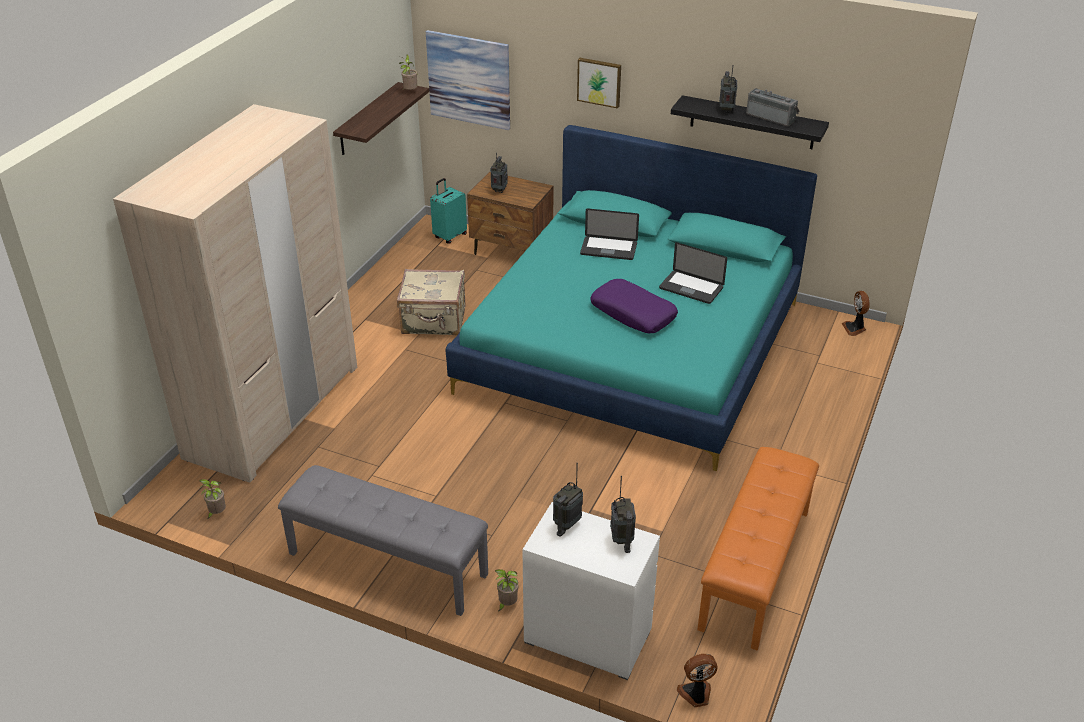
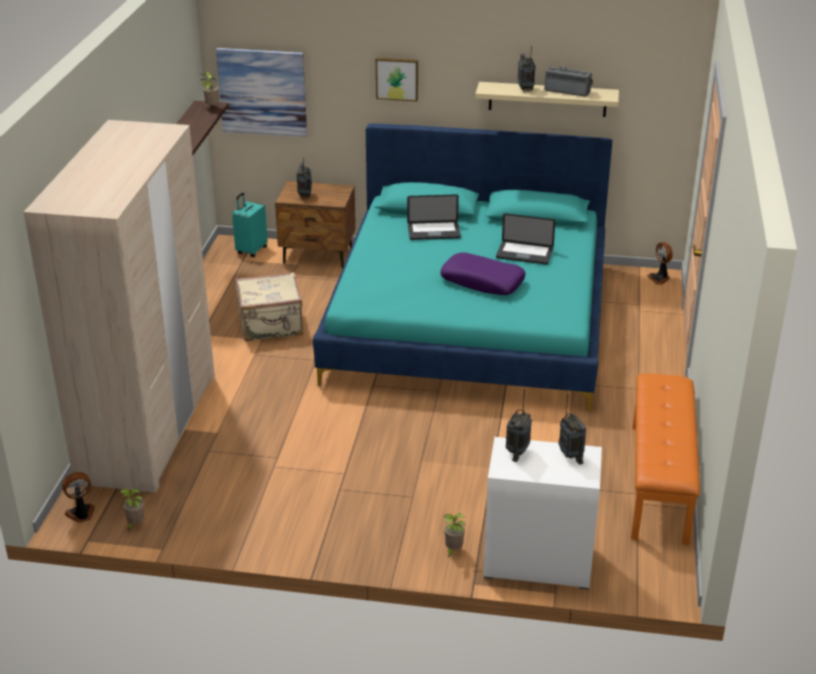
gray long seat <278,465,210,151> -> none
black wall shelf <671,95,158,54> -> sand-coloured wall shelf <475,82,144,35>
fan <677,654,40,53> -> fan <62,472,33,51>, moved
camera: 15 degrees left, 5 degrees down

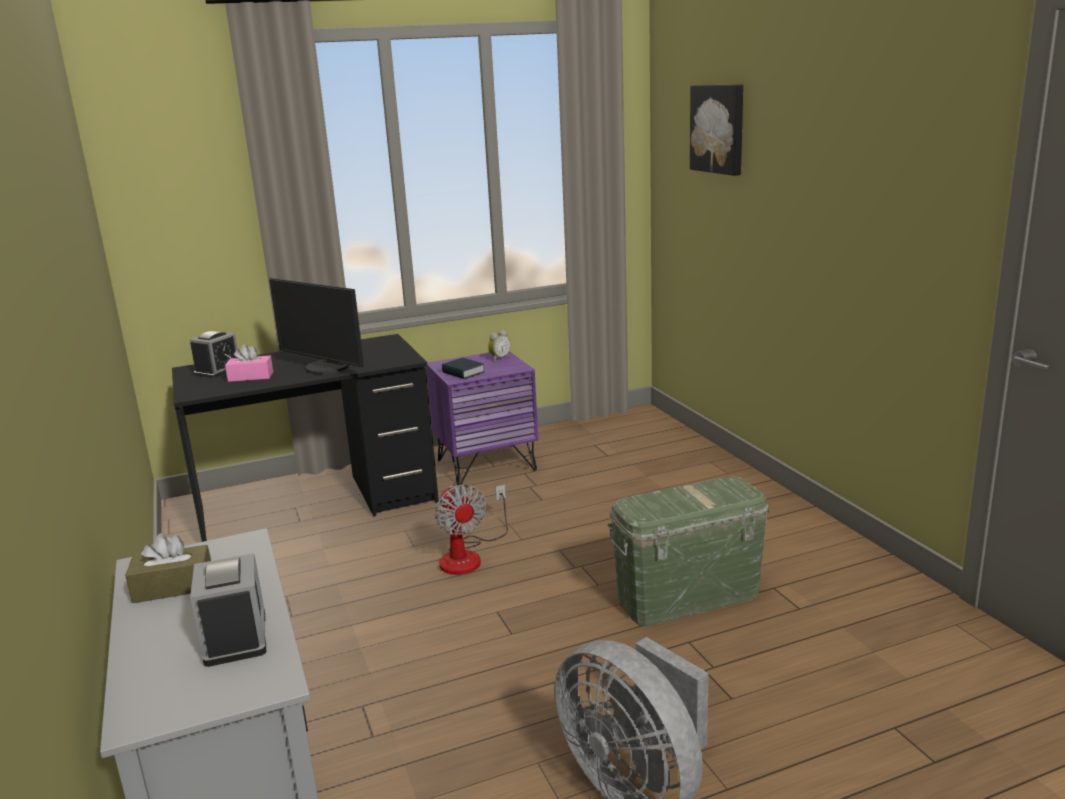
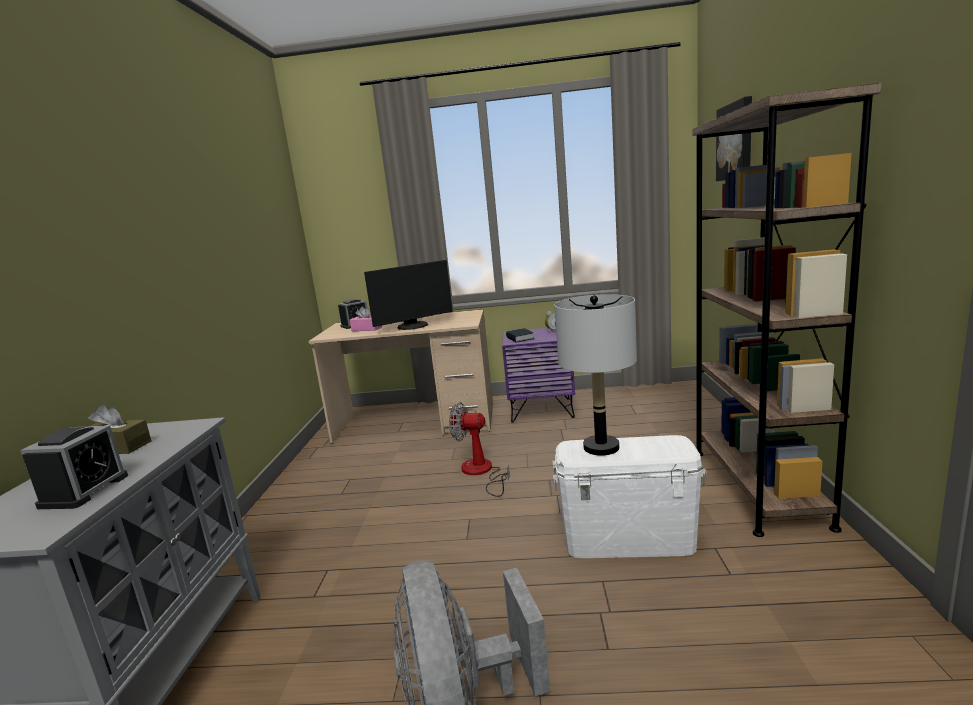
black desk <172,334,267,208> -> sand-coloured desk <309,309,184,134>
monitor <269,278,95,96> -> monitor <364,260,89,70>, 90 degrees counterclockwise
fan <435,484,73,91> -> fan <449,402,61,95>, 105 degrees clockwise
green-coloured storage box <608,476,162,150> -> white-coloured storage box <552,435,155,123>
none -> gray table lamp <554,294,83,162>
none -> brown-coloured bookshelf <692,83,190,454>
camera: 25 degrees right, 5 degrees down

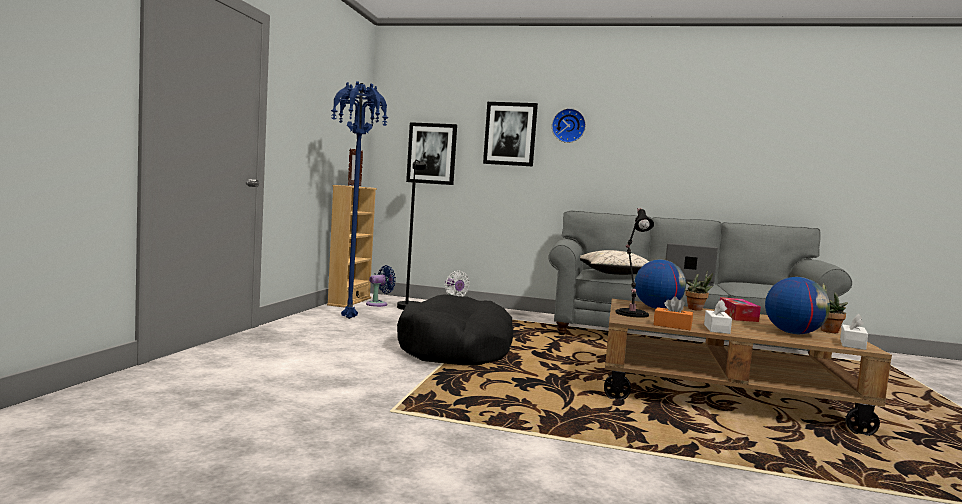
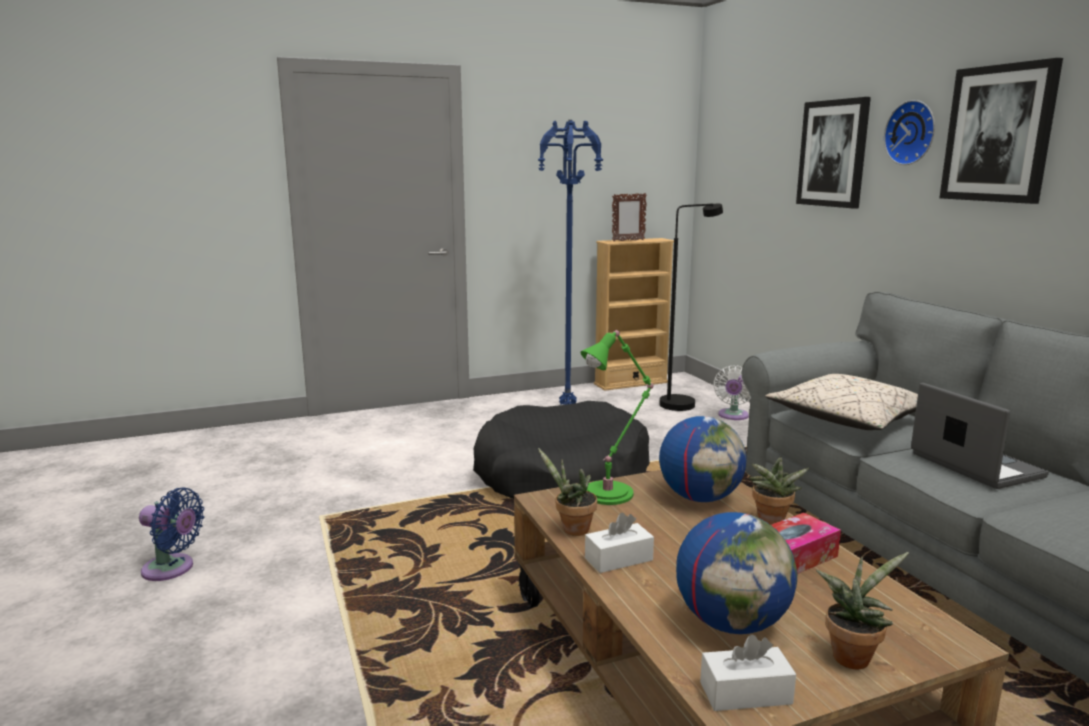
bluish fan <366,265,30,42> -> bluish fan <139,488,65,93>, moved
wall picture <406,122,51,63> -> wall picture <939,58,124,146>, moved
black table lamp <615,208,39,110> -> green-coloured table lamp <580,330,74,175>
orange tissue holder <653,296,40,34> -> plant in a pot <538,448,59,88>
camera: 55 degrees right, 10 degrees up

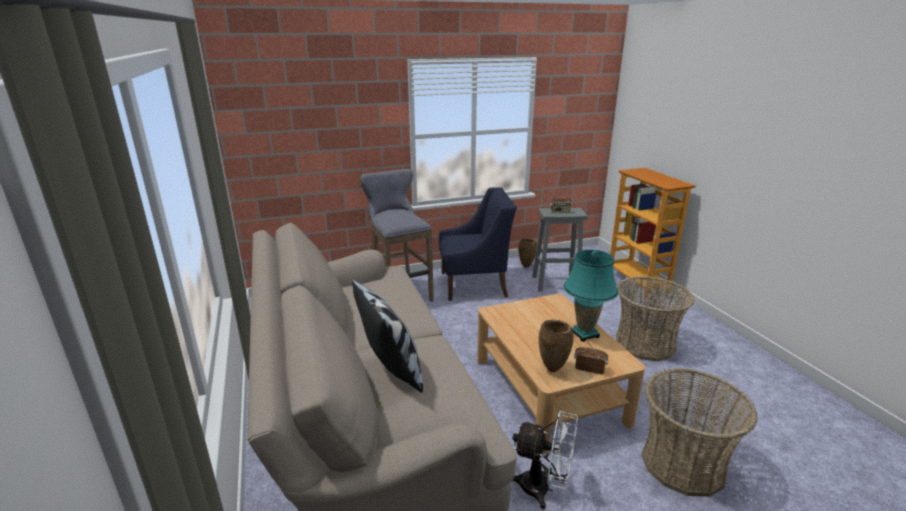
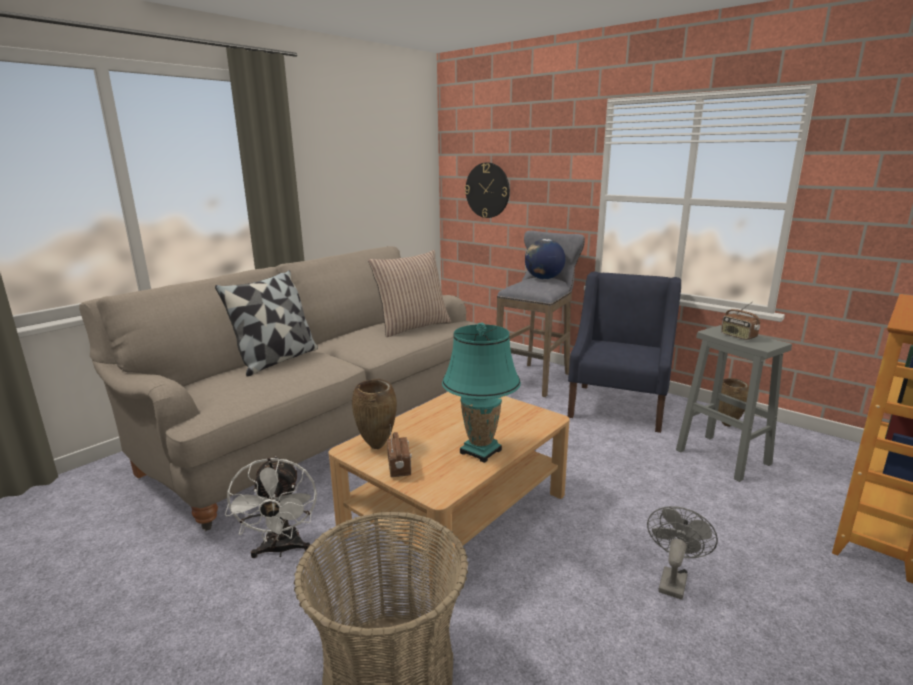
bluish easy chair <439,187,78,114> -> bluish easy chair <568,271,113,162>, 120 degrees counterclockwise
household basket <616,276,78,85> -> gray fan <647,506,71,94>
none -> pillow <368,250,83,87>
none -> clock on the wall <465,162,45,56>
none -> globe <525,239,40,40>
camera: 60 degrees right, 5 degrees down

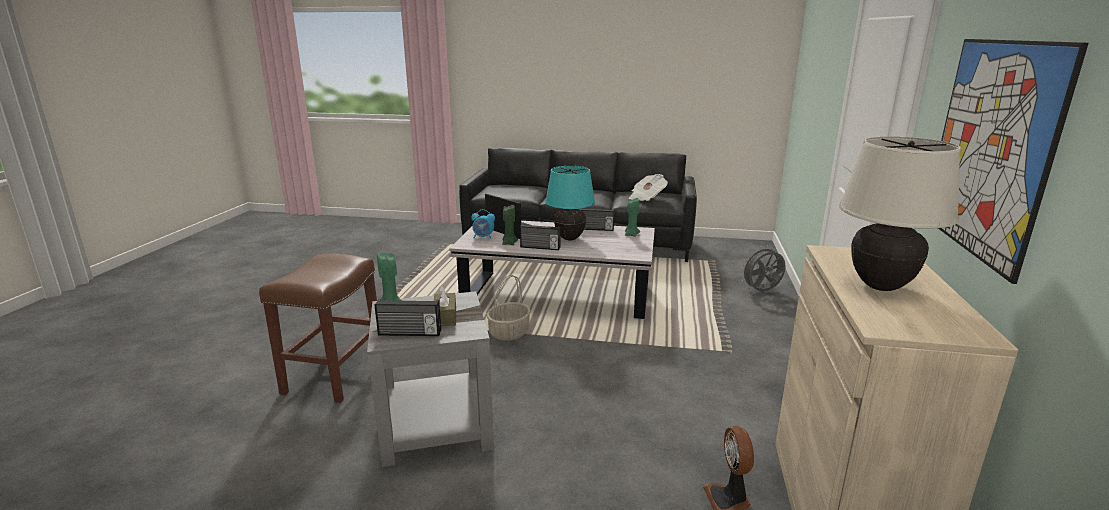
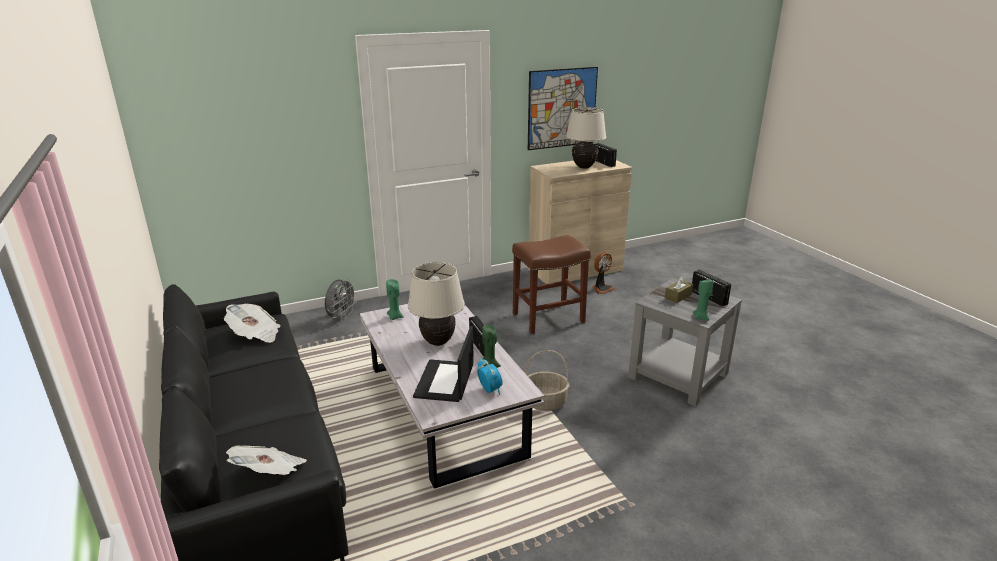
brown-coloured stool <259,253,118,150> -> brown-coloured stool <512,235,79,99>, moved
turquoise table lamp <545,166,50,74> -> sand-coloured table lamp <408,262,57,84>
radio receiver <579,209,35,22> -> radio receiver <595,143,22,24>, moved
gray fan <740,245,46,46> -> gray fan <325,278,32,44>, 105 degrees counterclockwise
none -> daily paper <226,446,81,29>
camera: 125 degrees left, 5 degrees up

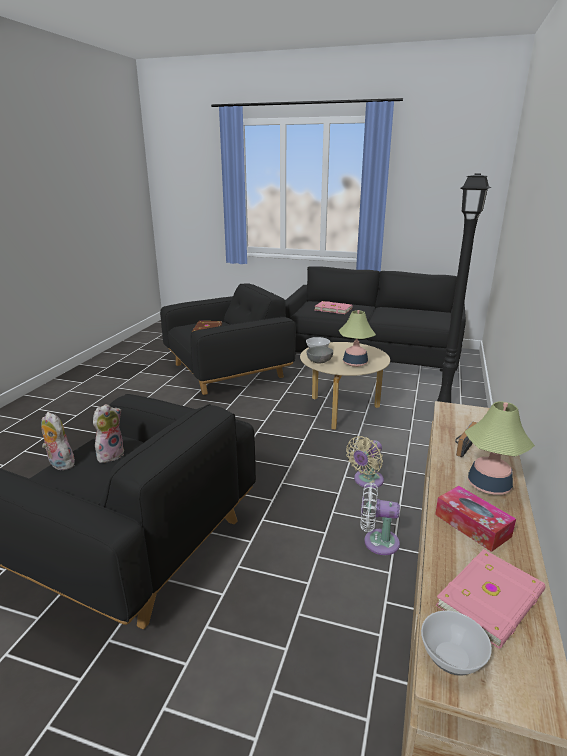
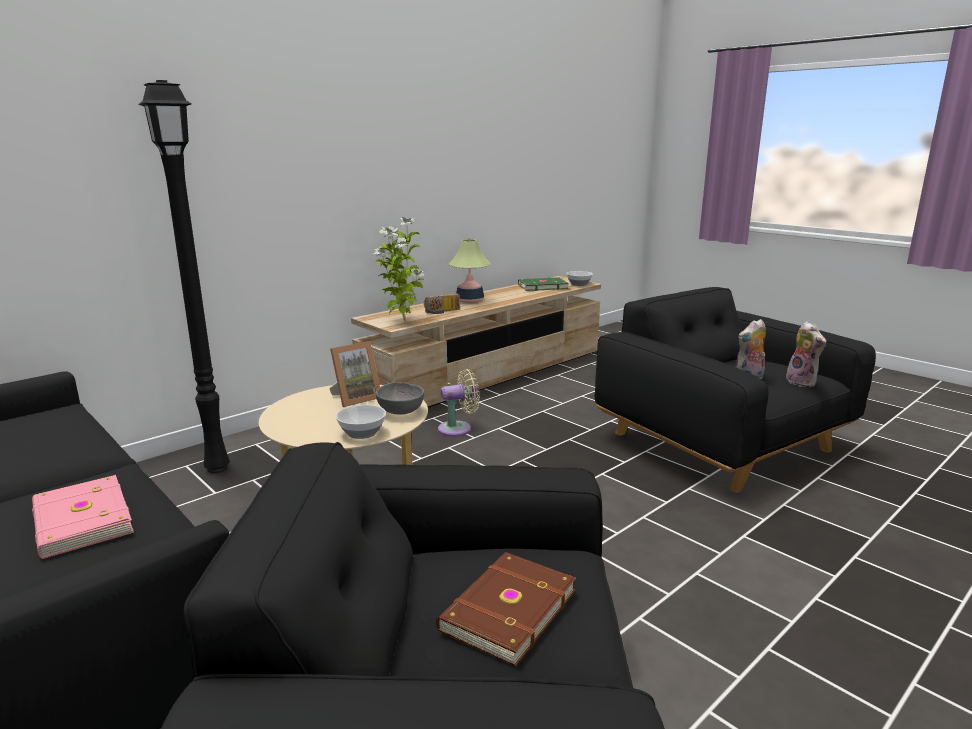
table lamp <339,310,37,57> -> standing frame <329,341,51,66>
white-coloured fan <360,483,40,72> -> none
tissue holder <435,486,81,66> -> none
pink-coloured volume <436,549,109,100> -> green-coloured volume <518,277,51,14>
none -> plant in a pot <374,217,50,104>
camera: 150 degrees left, 5 degrees down

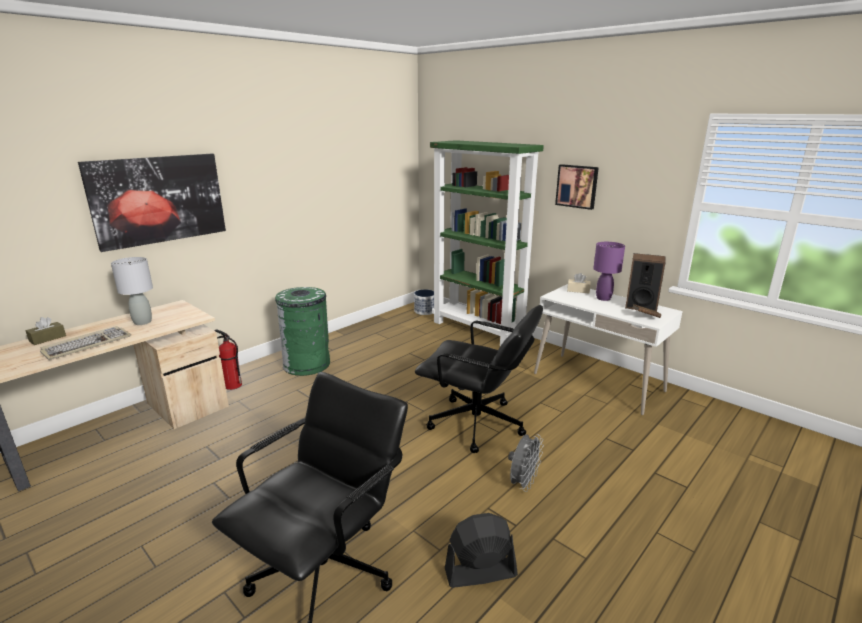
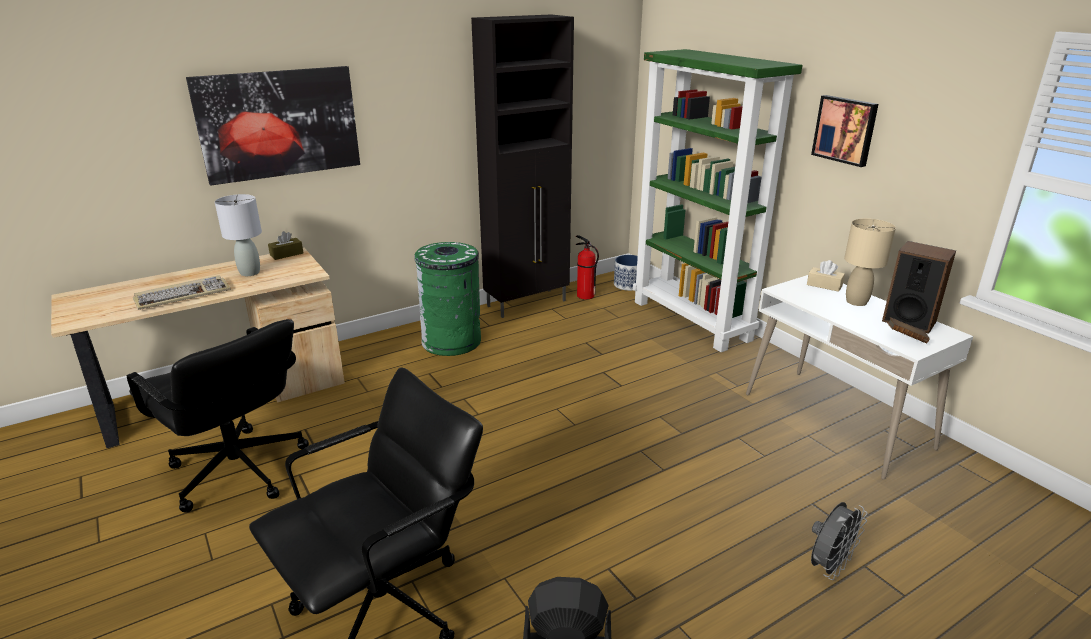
brown-coloured tissue holder <26,317,40,28> -> brown-coloured tissue holder <268,231,35,29>, moved
fire-fighting cylinder <214,329,28,61> -> fire-fighting cylinder <575,235,24,64>, moved
black computer chair <415,305,128,148> -> black computer chair <127,319,182,194>, moved
gray fan <508,434,36,58> -> gray fan <811,502,57,78>, moved
purple-coloured table lamp <593,242,32,59> -> sand-coloured table lamp <844,218,52,88>
none -> black cupboard <471,14,103,304>
camera: 15 degrees right, 5 degrees up

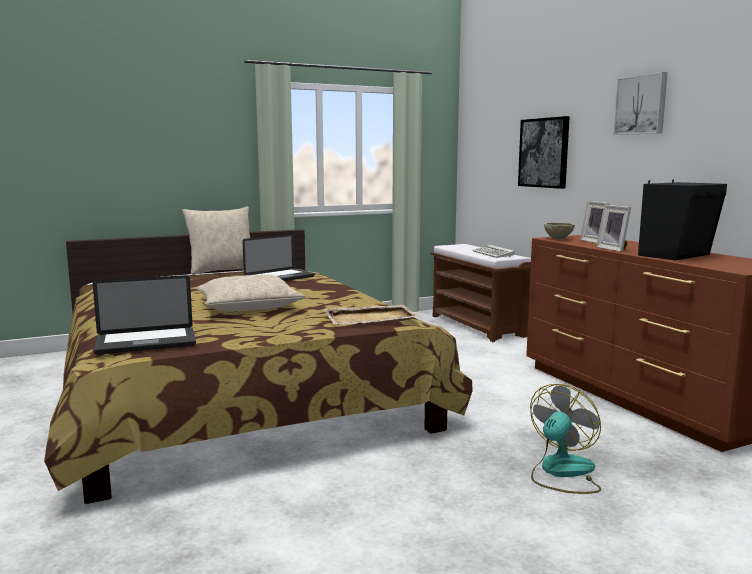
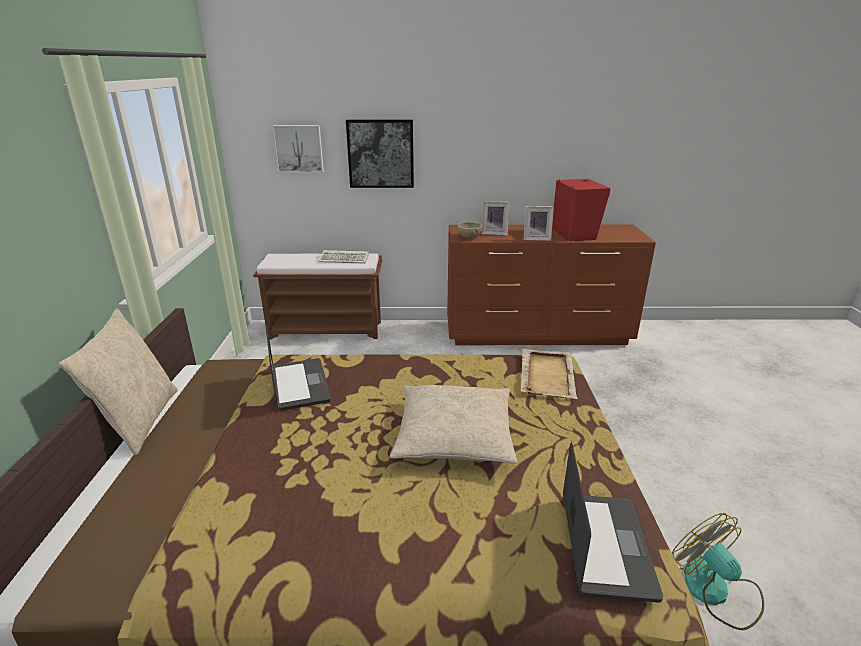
fan <530,384,71,110> -> fan <672,513,92,117>, moved
wall picture <613,72,55,63> -> wall picture <272,125,52,48>, moved
black loudspeaker <638,180,89,80> -> reddish loudspeaker <552,179,58,62>
camera: 65 degrees left, 15 degrees up

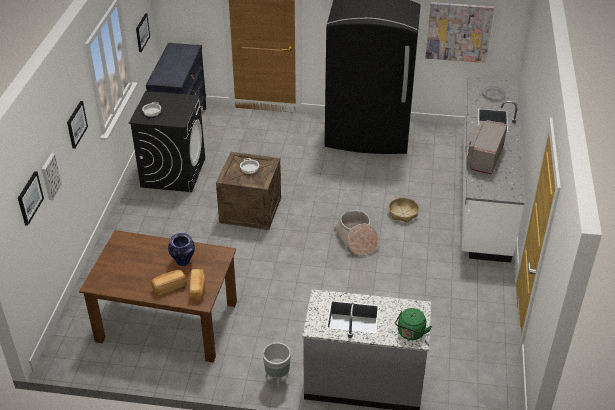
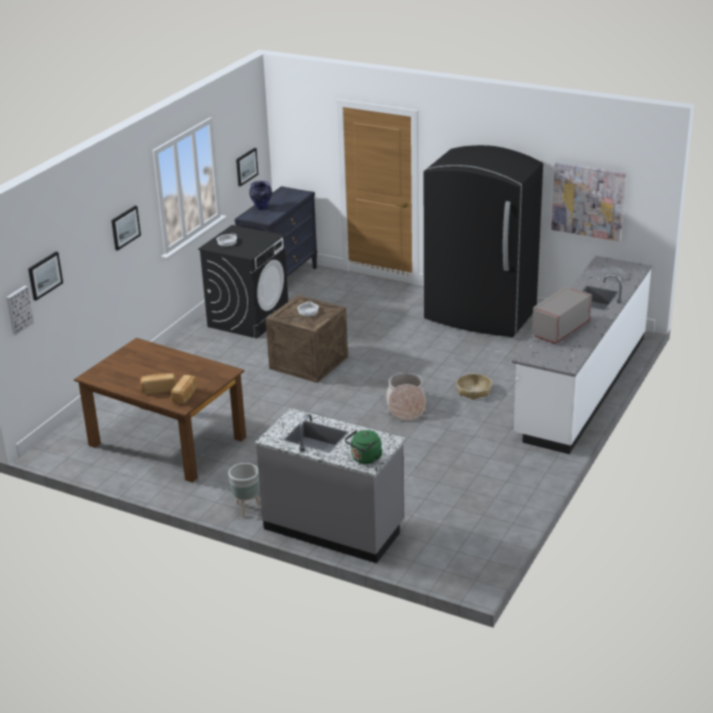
wall picture <42,153,20,47> -> wall picture <6,286,28,49>, moved
decorative vase <168,233,27,33> -> decorative vase <249,181,23,29>, moved
camera: 20 degrees right, 10 degrees down

